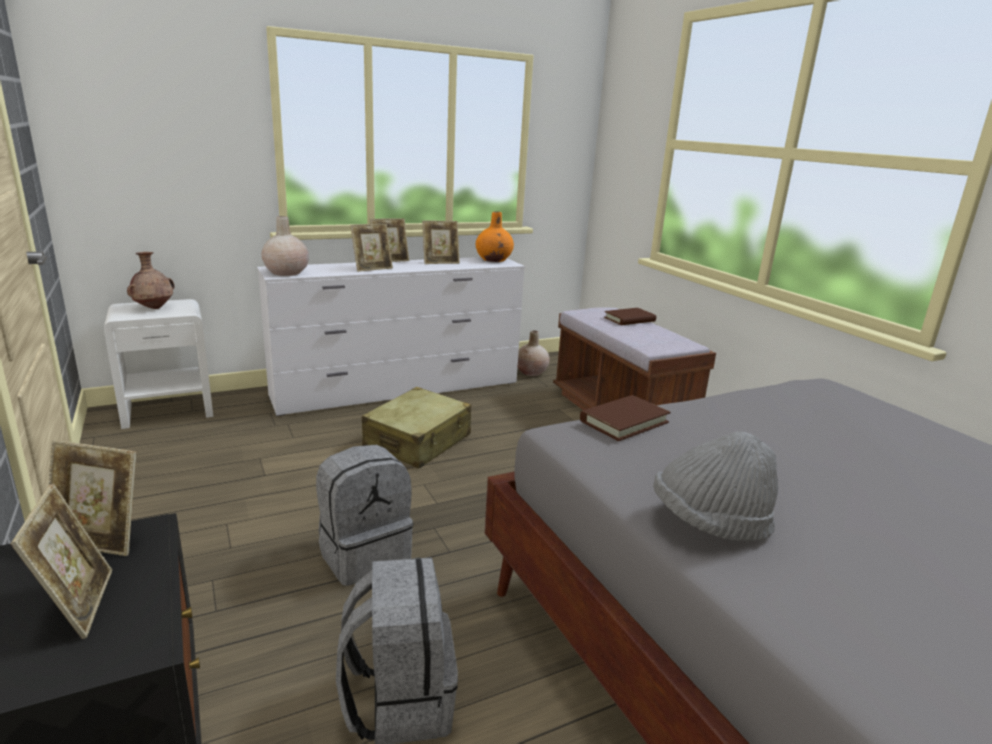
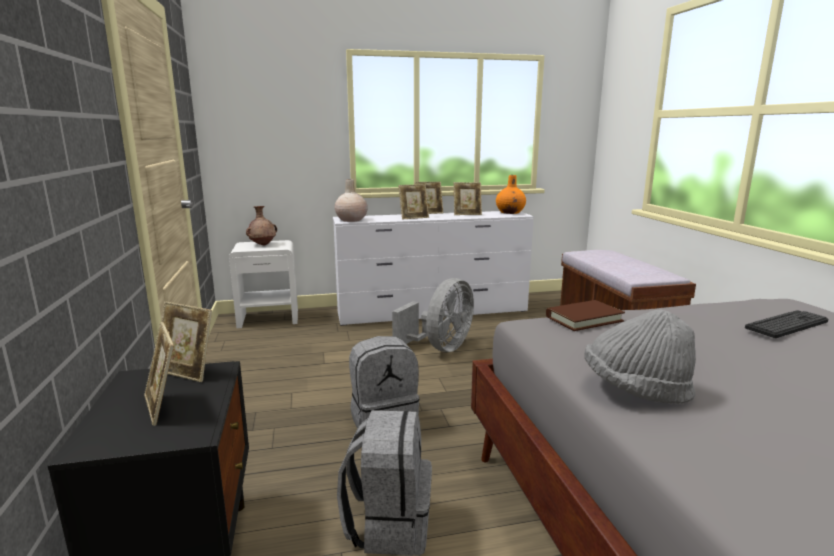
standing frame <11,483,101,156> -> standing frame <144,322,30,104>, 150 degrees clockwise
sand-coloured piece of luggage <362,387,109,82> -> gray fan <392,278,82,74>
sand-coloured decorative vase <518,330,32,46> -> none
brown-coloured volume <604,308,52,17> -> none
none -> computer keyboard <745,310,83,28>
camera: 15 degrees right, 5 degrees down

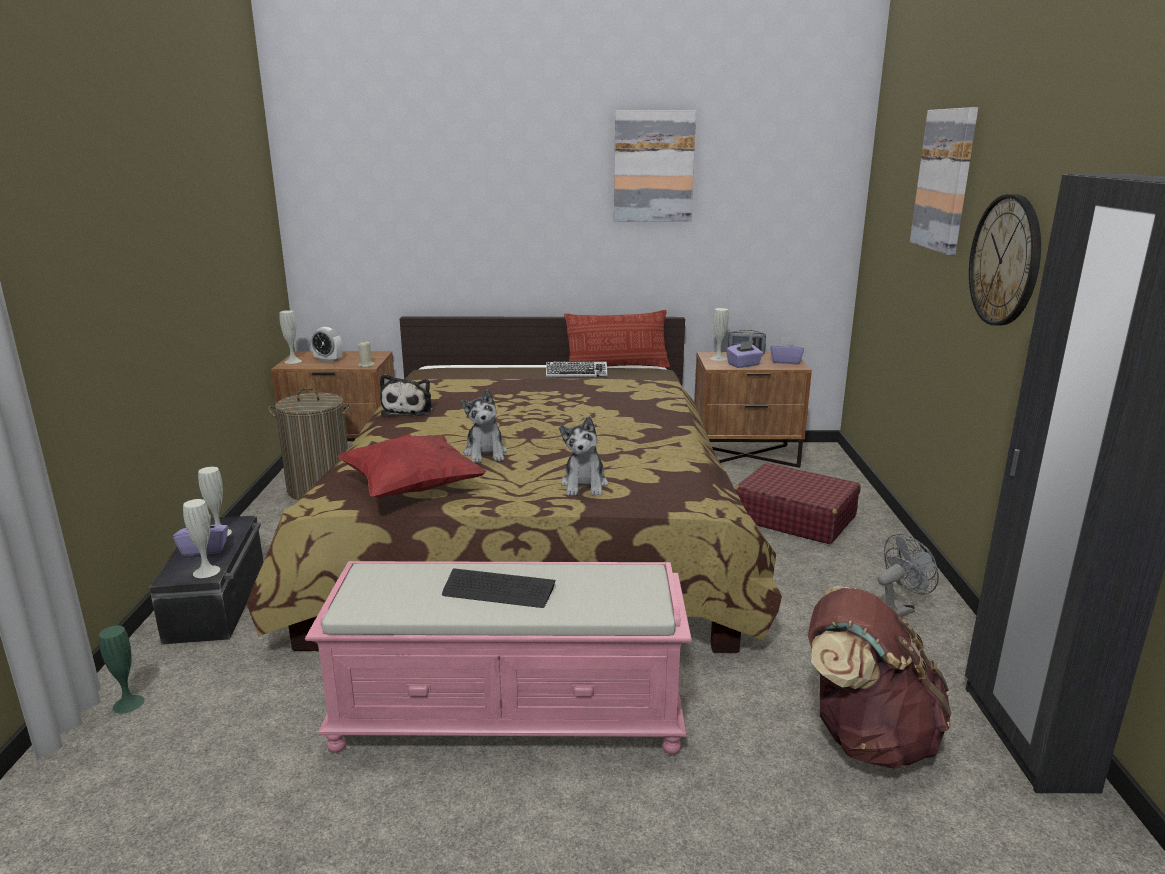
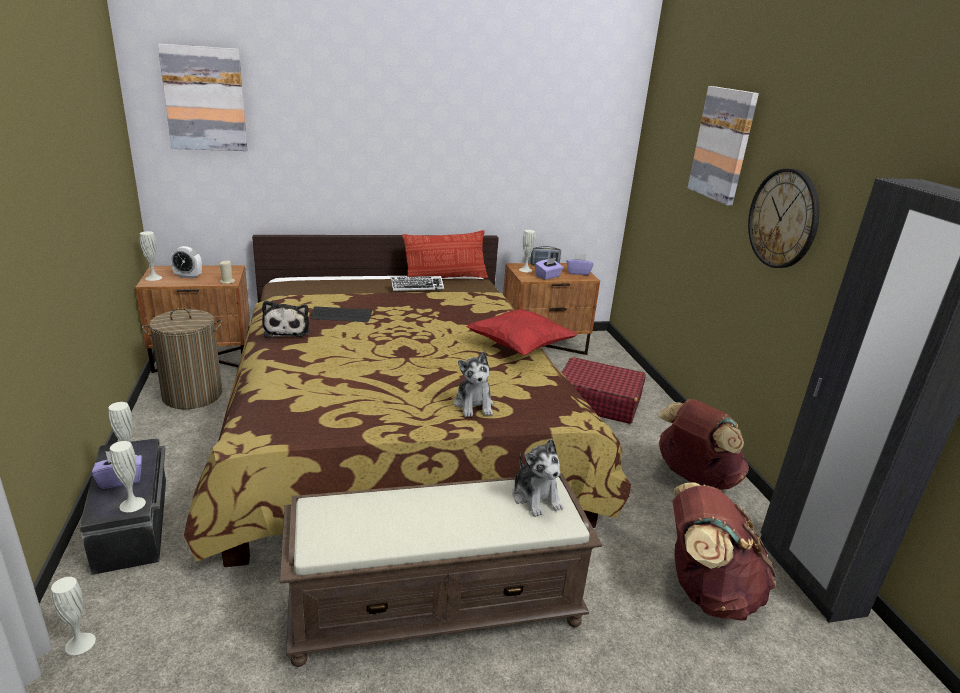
green-coloured decorative vase <99,625,46,88> -> white-coloured decorative vase <51,577,45,78>
pink-coloured long seat <305,561,387,194> -> brown-coloured long seat <280,473,322,194>
reddish pillow <337,434,150,63> -> reddish pillow <466,309,112,46>, moved
computer keyboard <442,568,114,40> -> computer keyboard <311,306,61,16>, moved
cuddly toy <461,389,46,74> -> cuddly toy <512,439,51,78>, moved
wall picture <614,111,82,111> -> wall picture <158,44,89,107>, moved
gray fan <878,534,61,83> -> brown-coloured knapsack <658,399,91,91>
camera: 15 degrees left, 5 degrees up

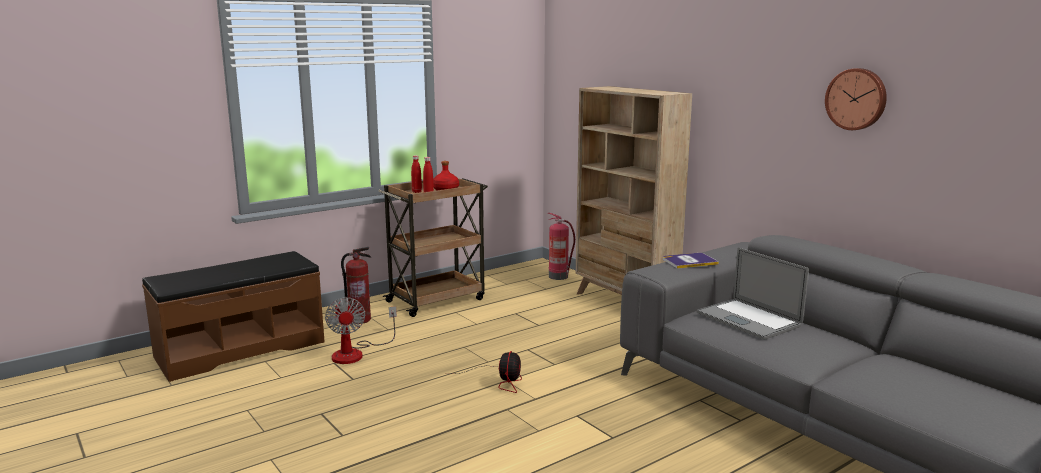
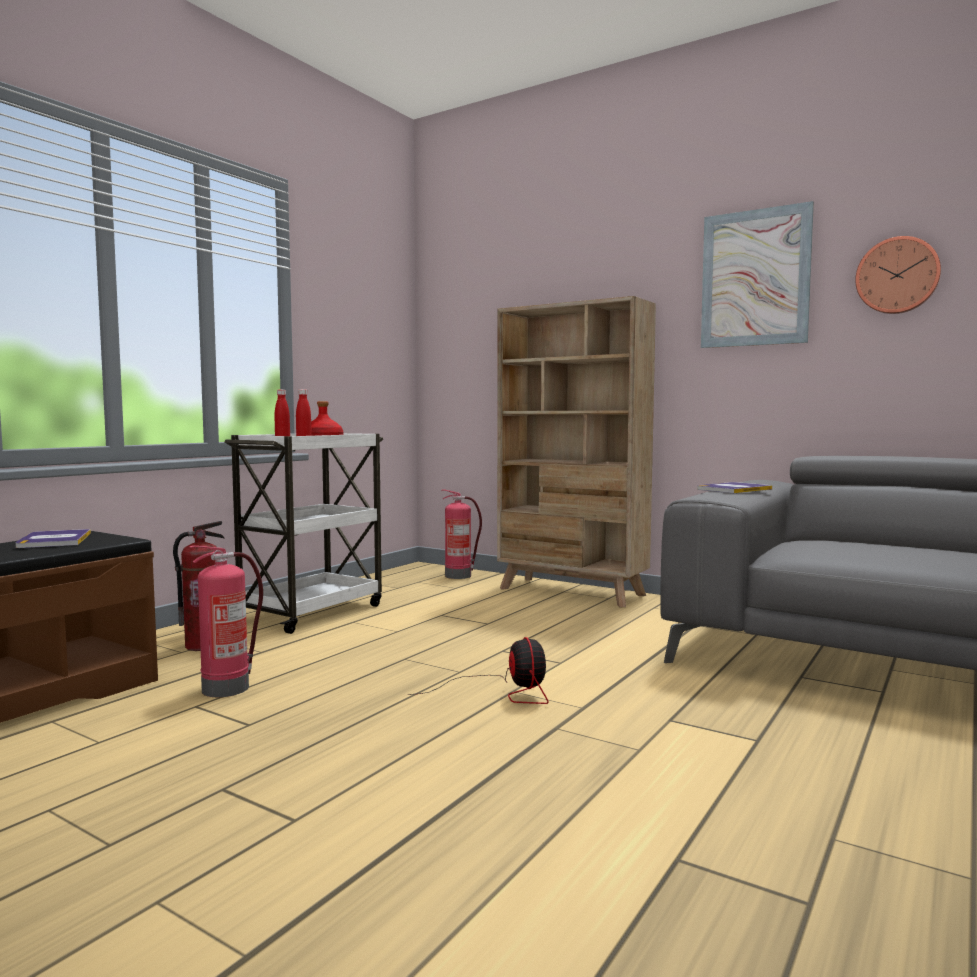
fan <325,297,72,67> -> fire-fighting cylinder <189,545,74,152>
brown-coloured trolley <378,178,110,139> -> white-coloured trolley <224,433,159,201>
laptop <696,248,113,92> -> none
none -> volume <15,529,76,19>
none -> wall picture <701,201,113,147>
camera: 20 degrees left, 10 degrees down

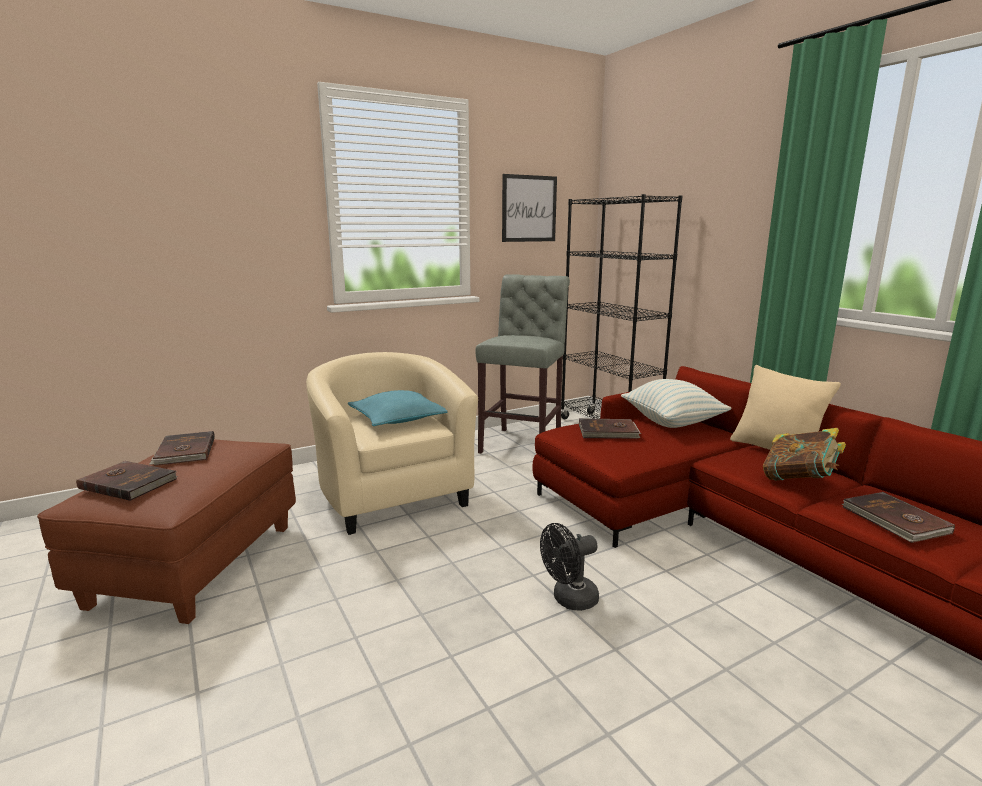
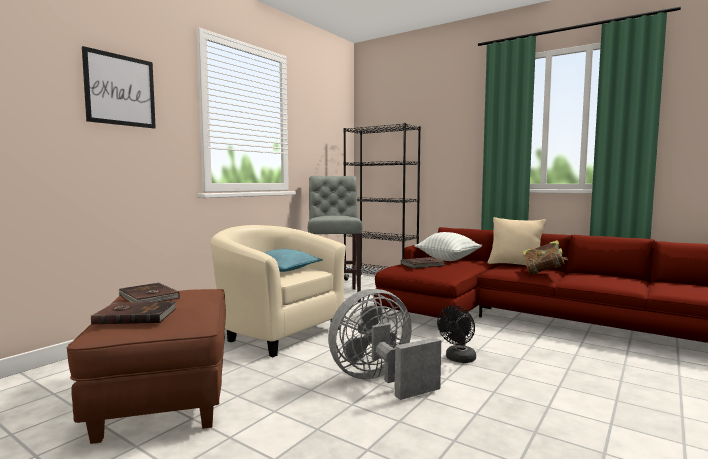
wall picture <502,174,55,68> -> wall picture <82,46,74,83>, moved
brown-coloured volume <842,492,113,51> -> none
none -> gray fan <328,289,113,111>
camera: 25 degrees left, 10 degrees down

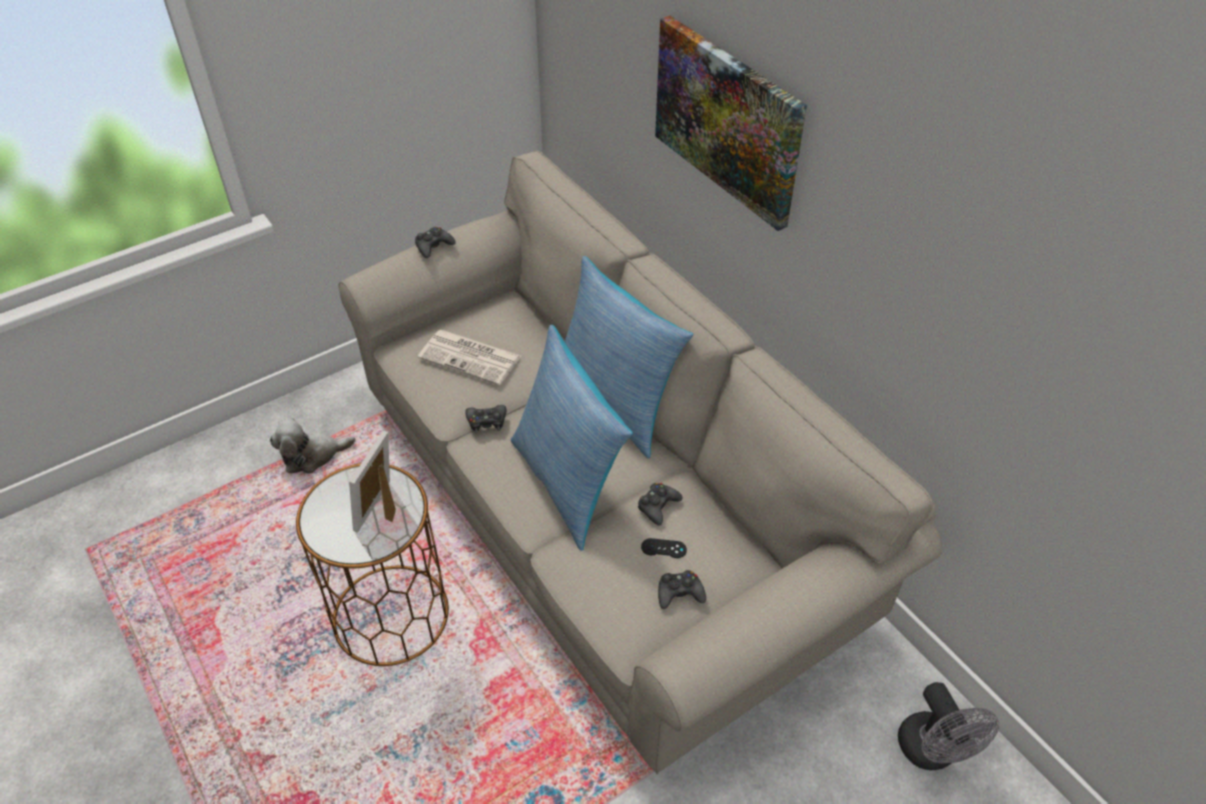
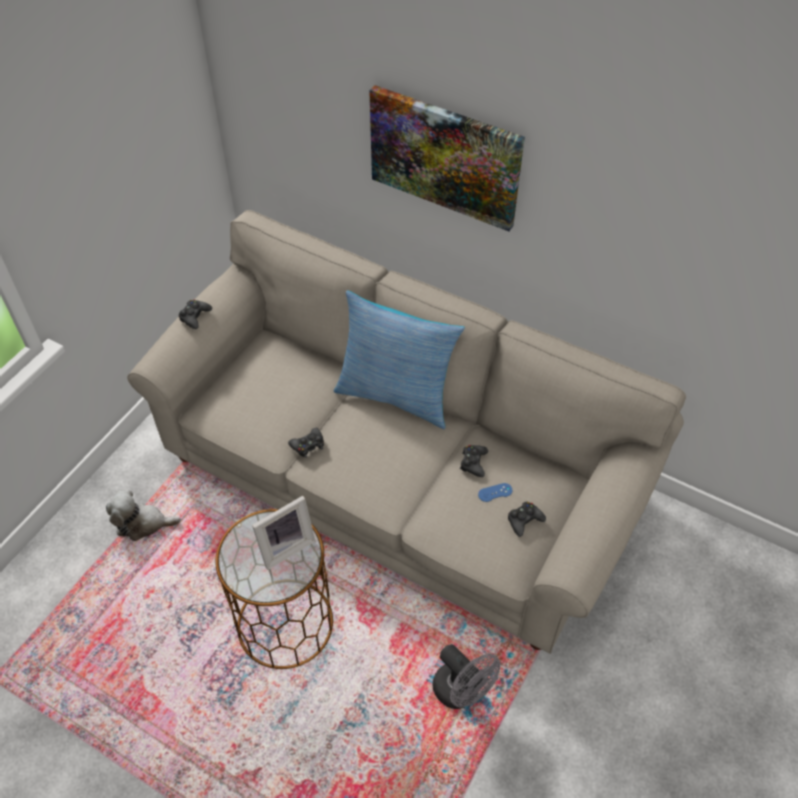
cuddly toy <270,418,86,55> -> cuddly toy <106,490,75,51>, 45 degrees clockwise
standing frame <349,431,47,102> -> standing frame <252,496,64,74>, 120 degrees counterclockwise
daily paper <418,330,103,55> -> none
pillow <511,325,122,226> -> none
black gamepad <641,538,46,20> -> bluish gamepad <478,483,34,19>
gray fan <898,682,101,88> -> gray fan <432,644,68,65>, moved
camera: 25 degrees left, 5 degrees up

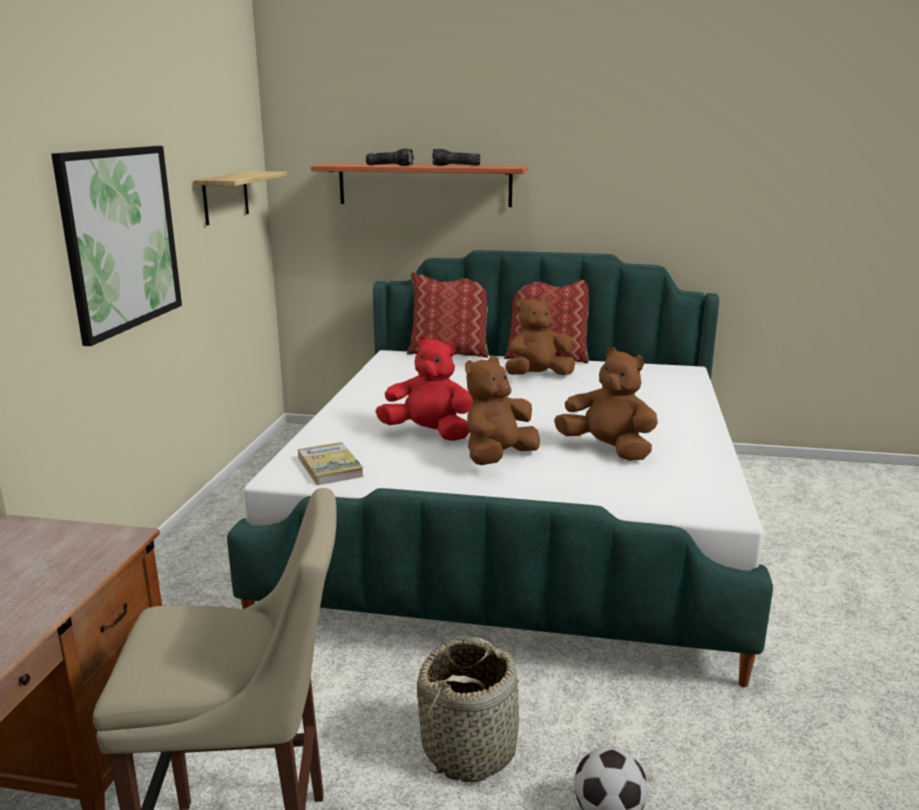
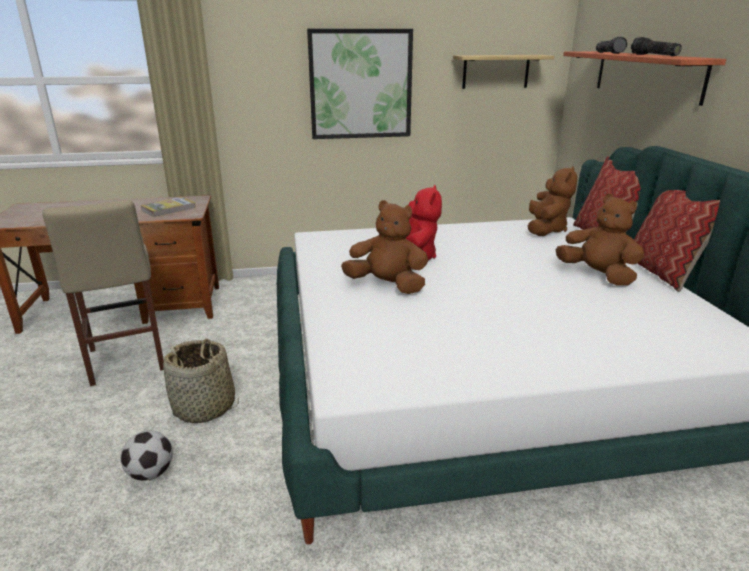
volume <298,442,66,43> -> volume <141,197,55,21>, moved
brown-coloured cuddly toy <554,347,104,114> -> brown-coloured cuddly toy <528,166,49,70>, moved
camera: 70 degrees right, 5 degrees up

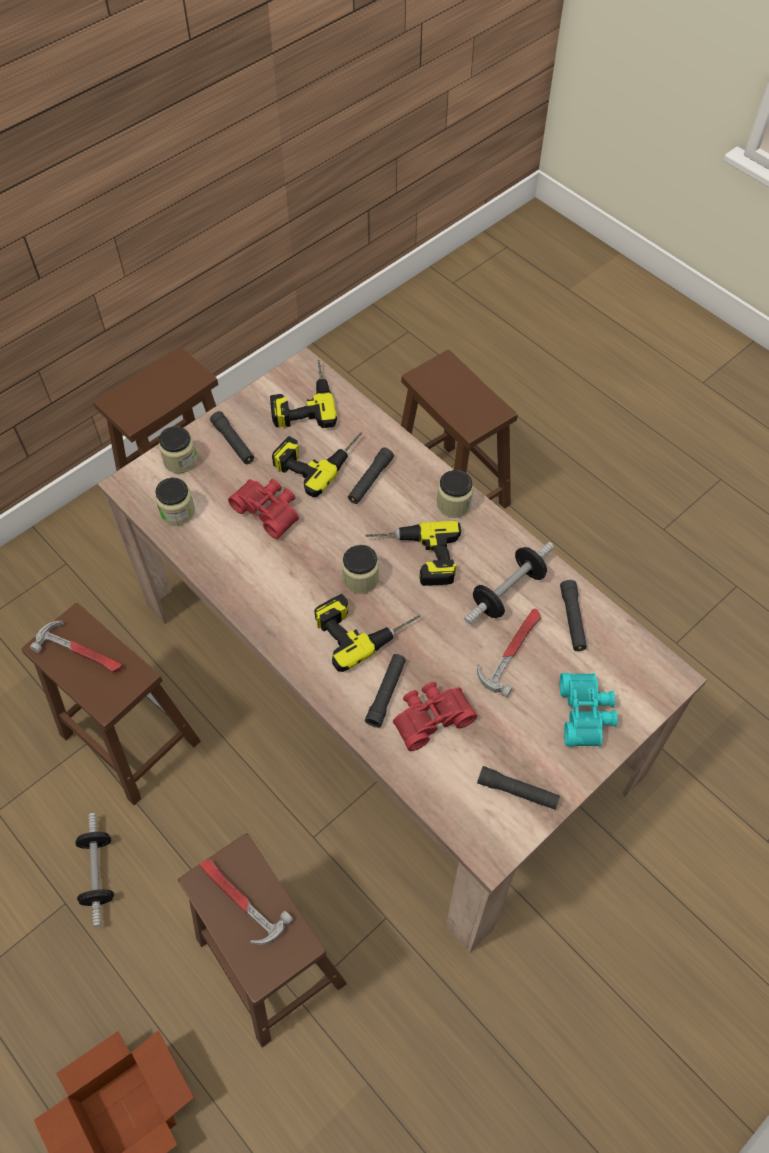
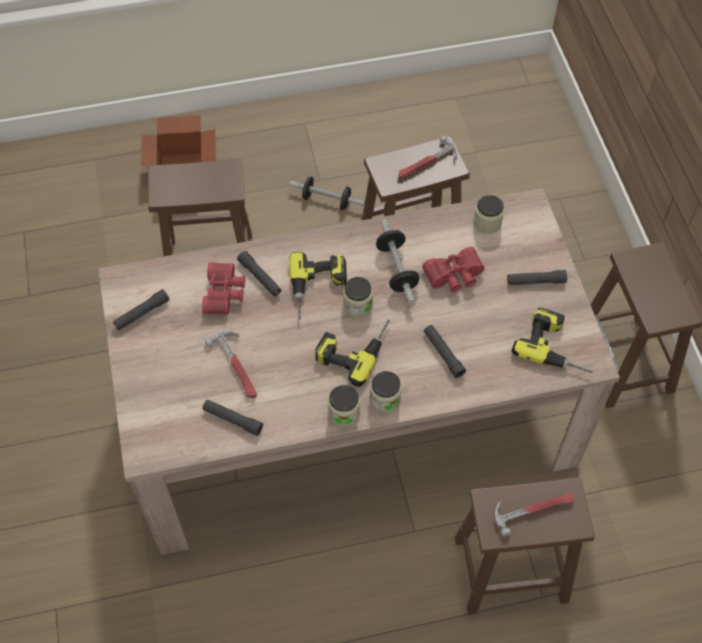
storage jar <159,426,38,47> -> storage jar <328,385,32,42>, moved
tool hammer <200,860,93,85> -> tool hammer <494,493,80,44>, moved
drill <272,433,90,64> -> none
free weight <464,542,90,82> -> free weight <376,220,44,83>, moved
turquoise binoculars <560,673,58,74> -> none
camera: 120 degrees right, 0 degrees up

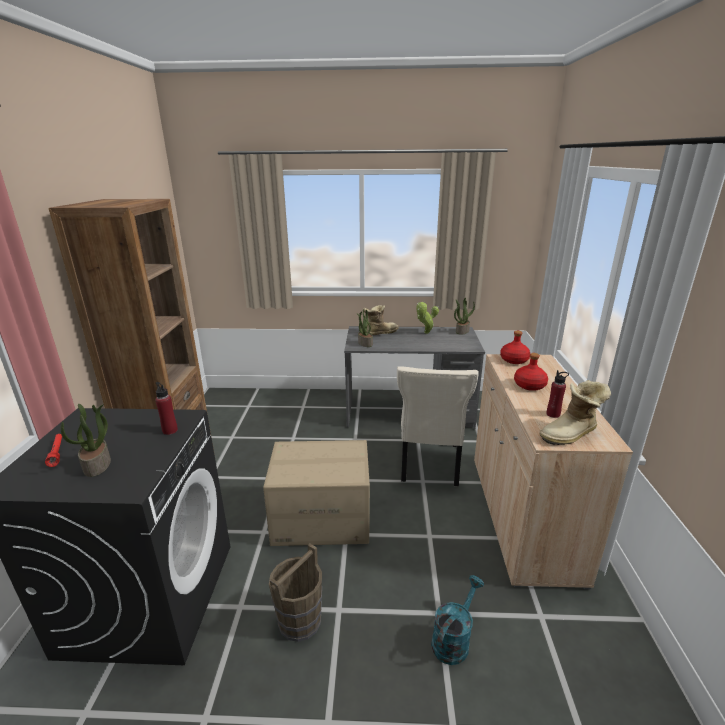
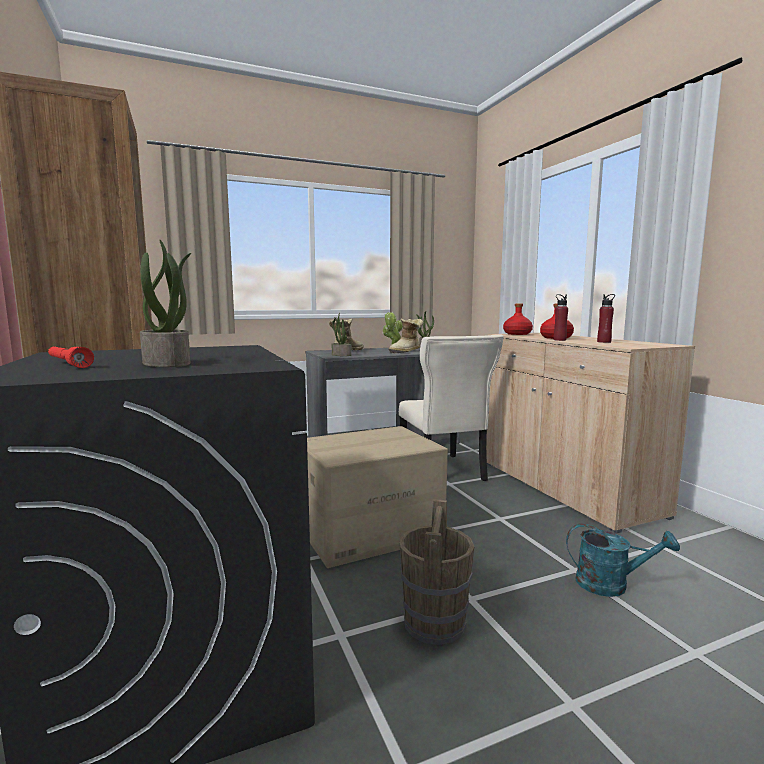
reddish bottle <155,382,23,53> -> reddish bottle <553,294,15,47>, moved
turquoise watering pot <431,575,53,90> -> turquoise watering pot <566,523,114,74>, 90 degrees clockwise
boot <540,380,71,65> -> boot <389,319,34,34>, moved
camera: 25 degrees left, 15 degrees down

